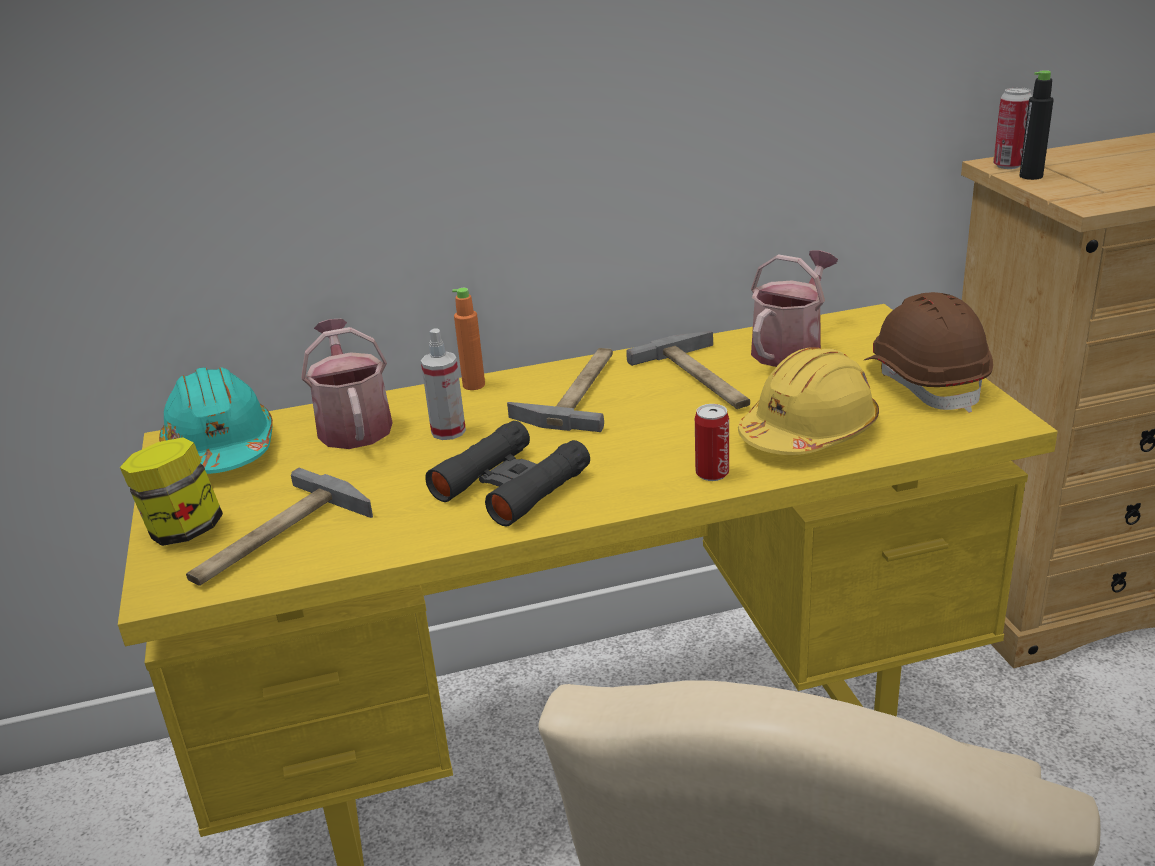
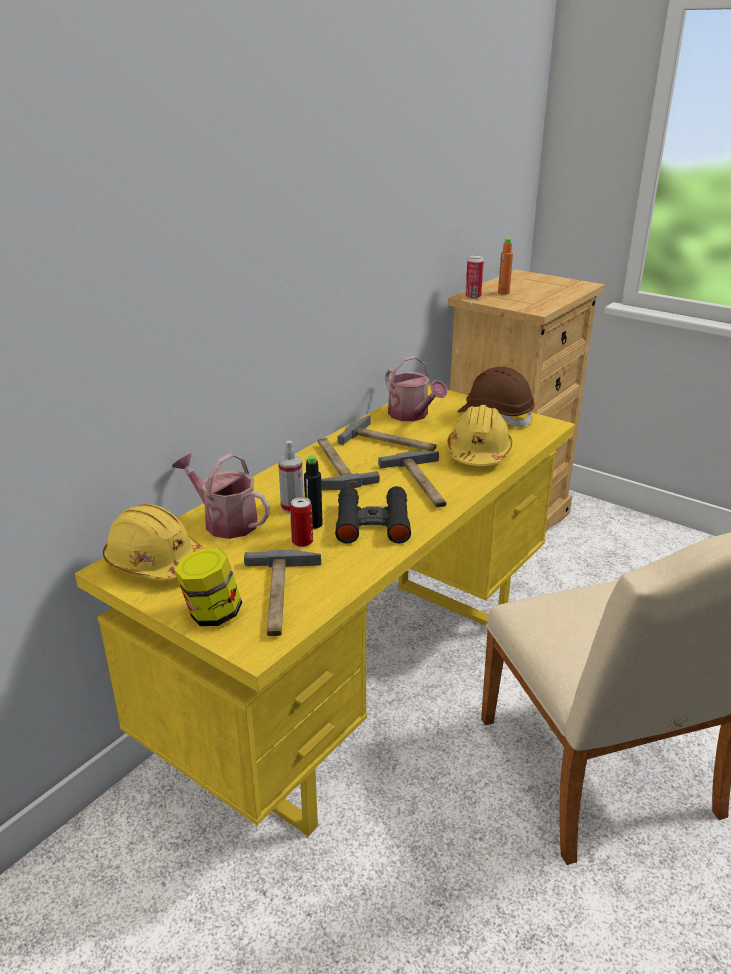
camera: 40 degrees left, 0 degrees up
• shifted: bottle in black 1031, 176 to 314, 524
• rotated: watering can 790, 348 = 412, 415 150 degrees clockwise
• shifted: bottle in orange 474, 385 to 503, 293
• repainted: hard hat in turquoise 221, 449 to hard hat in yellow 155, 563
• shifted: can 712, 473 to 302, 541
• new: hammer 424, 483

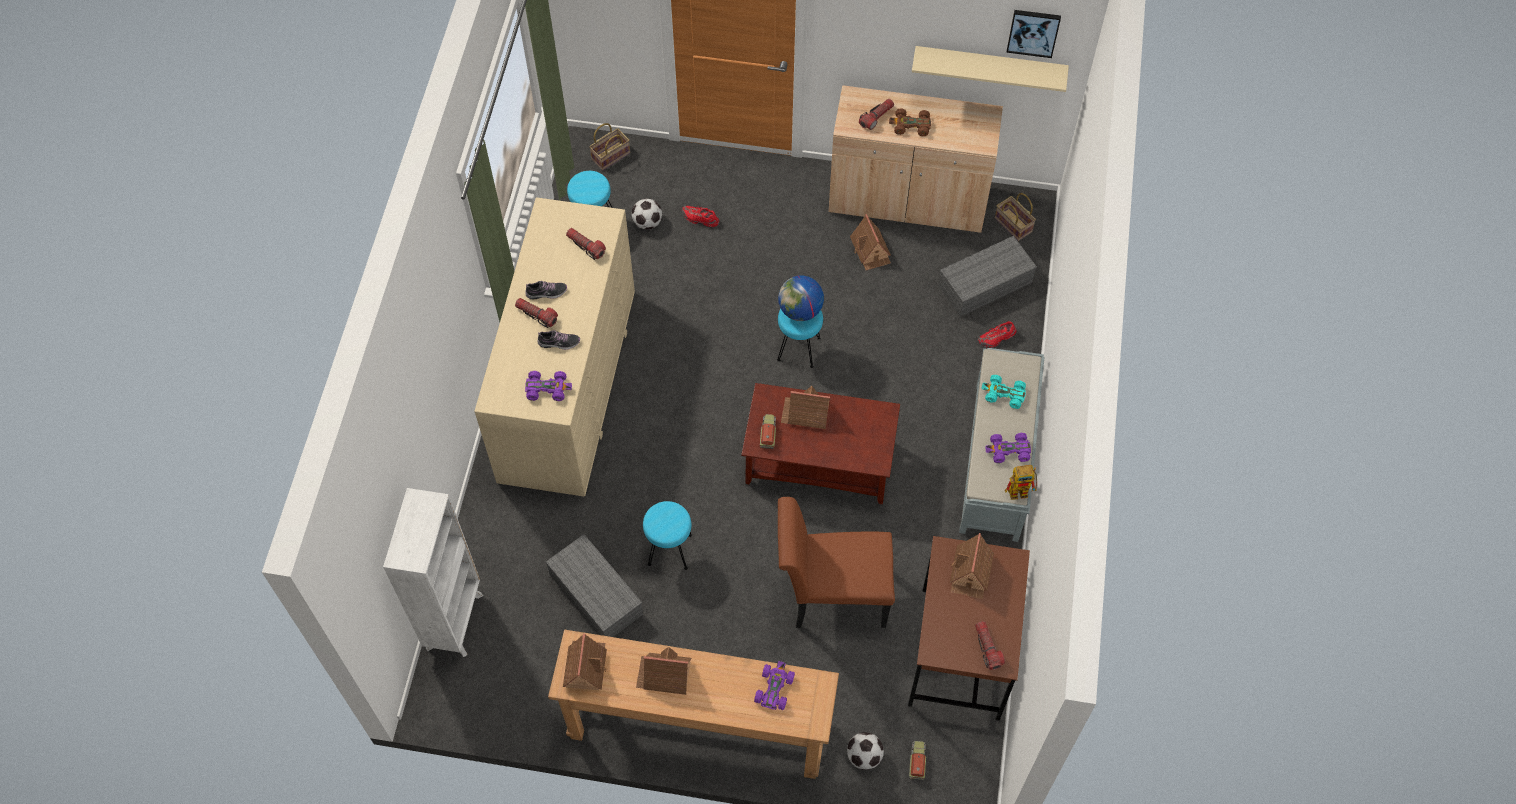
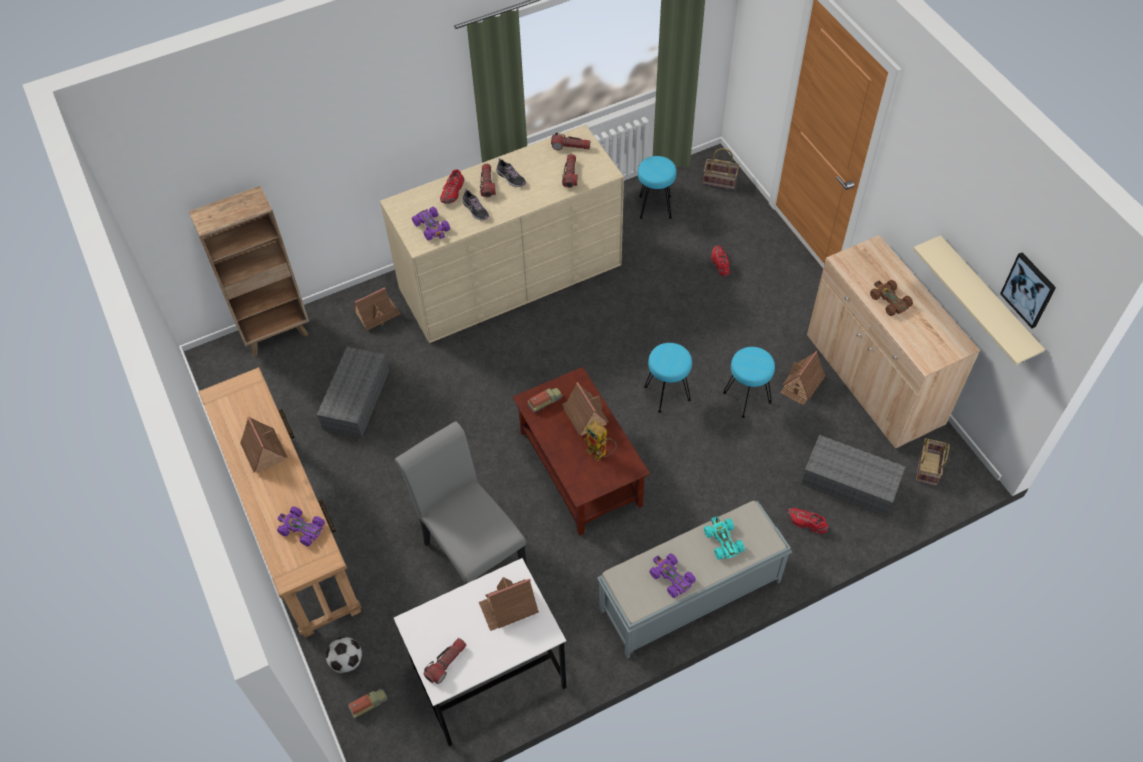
camera: 55 degrees right, 5 degrees down
• shifted: flashlight 876, 117 to 570, 146
• gone: football 647, 222
• gone: globe 800, 310
• shifted: toy robot 1022, 490 to 600, 453
• repainted: bookcase in white 455, 620 to bookcase in brown 277, 333
• repainted: chair in brown 831, 595 to chair in grey 470, 550
• shifted: stool in turquoise 669, 550 to 746, 398
• repainted: desk in brown 960, 654 to desk in white 488, 678
• shifted: toy house 585, 666 to 377, 314
• rotated: toy car in purple 774, 688 = 301, 529 135 degrees counterclockwise
• new: shoe in red 453, 192

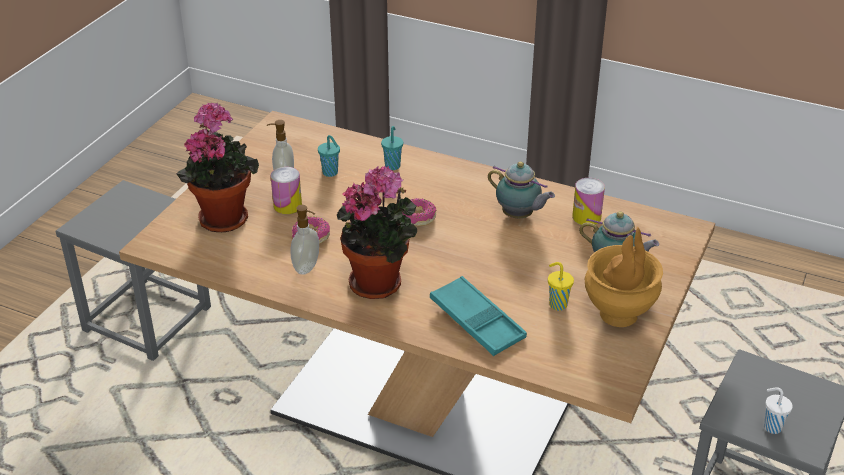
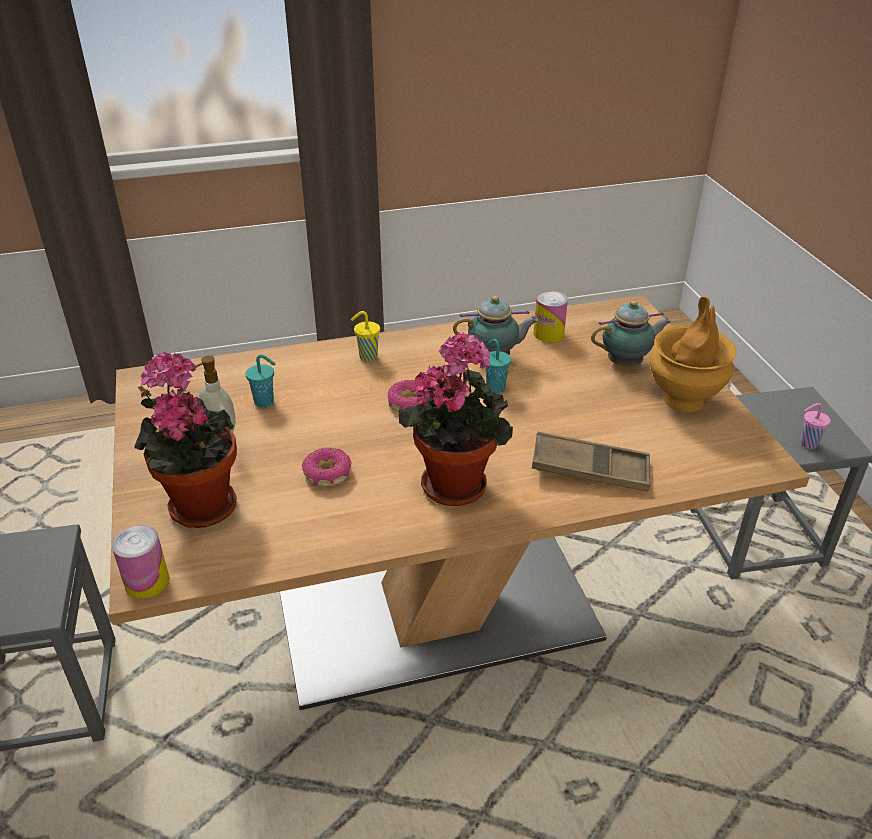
camera: 40 degrees left, 0 degrees up
• shifted: cup in turquoise 392, 165 to 495, 387
• shifted: can 287, 206 to 147, 582
• gone: soap dispenser 307, 267
• shifted: cup in yellow 557, 304 to 367, 357
• repainted: tray in turquoise 477, 321 to tray in brown 590, 469
• repainted: cup in white 771, 427 to cup in pink 807, 444

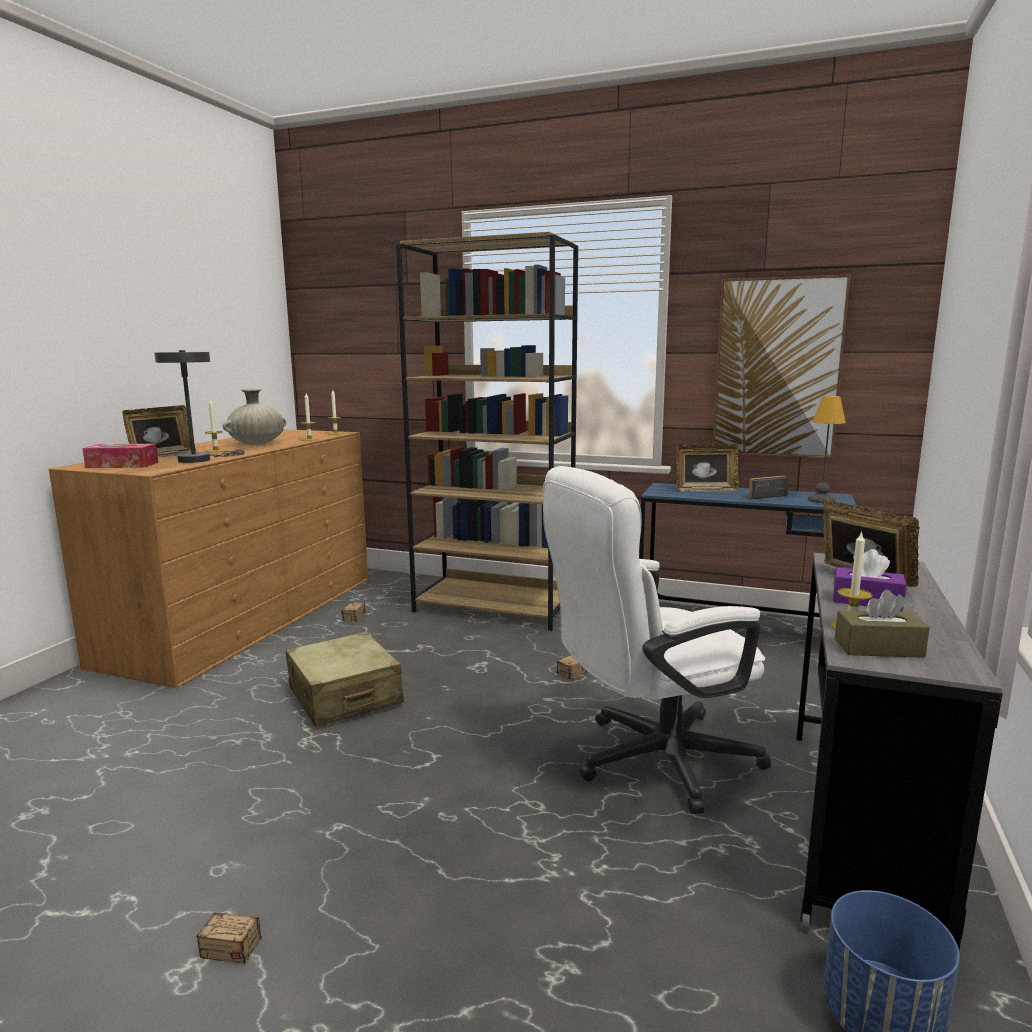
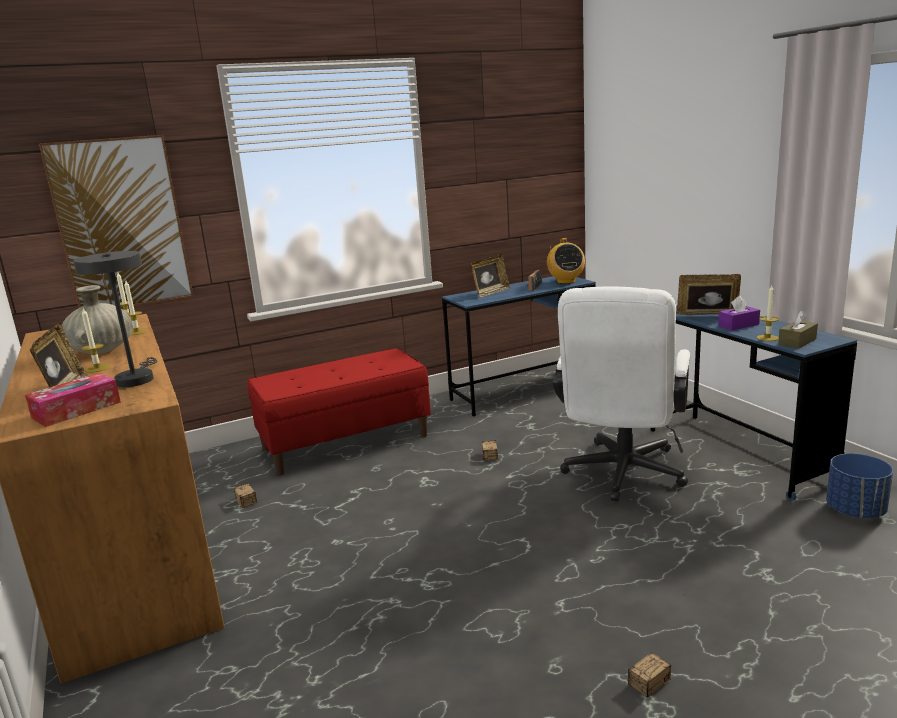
camera: 45 degrees left, 5 degrees up
• swapped: bookcase in brown 495, 608 to bench in red 345, 442
• shifted: picture 777, 368 to 121, 224
• swapped: table lamp 822, 500 to radio 565, 281
• repainted: desk in grey 858, 827 to desk in blue 737, 454
• gone: suitcase in beige 344, 696

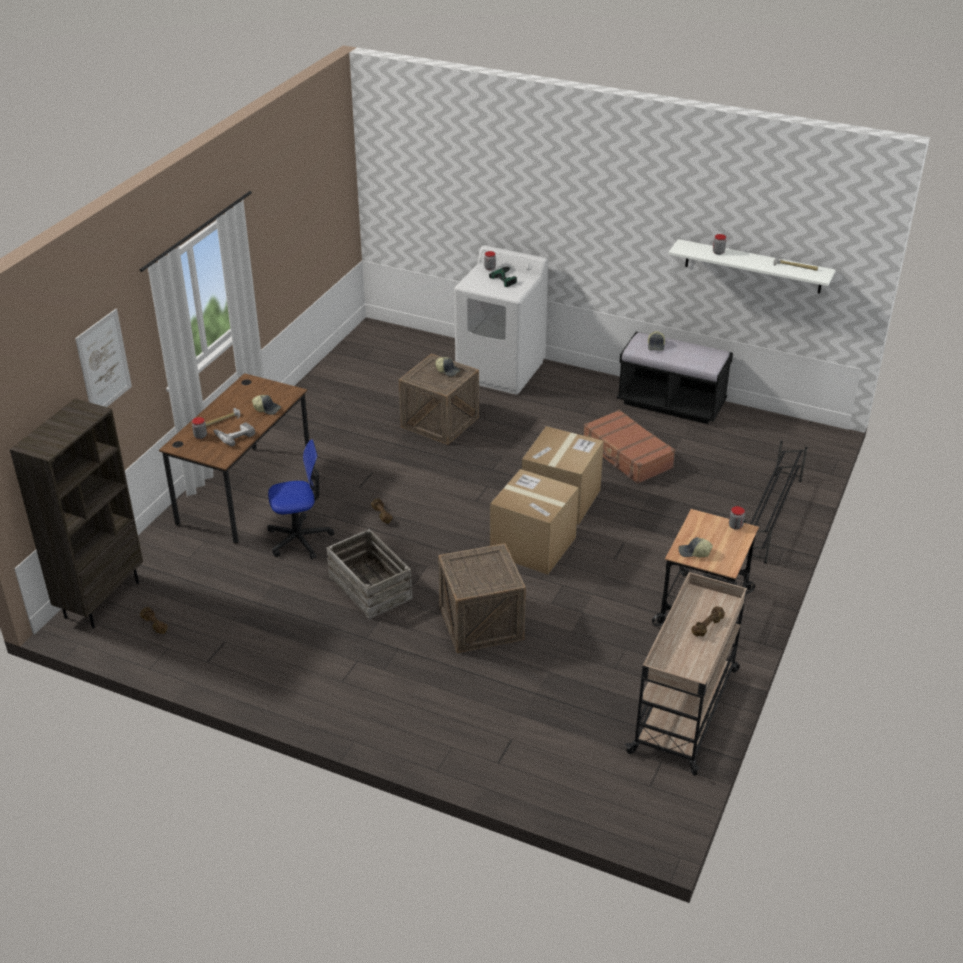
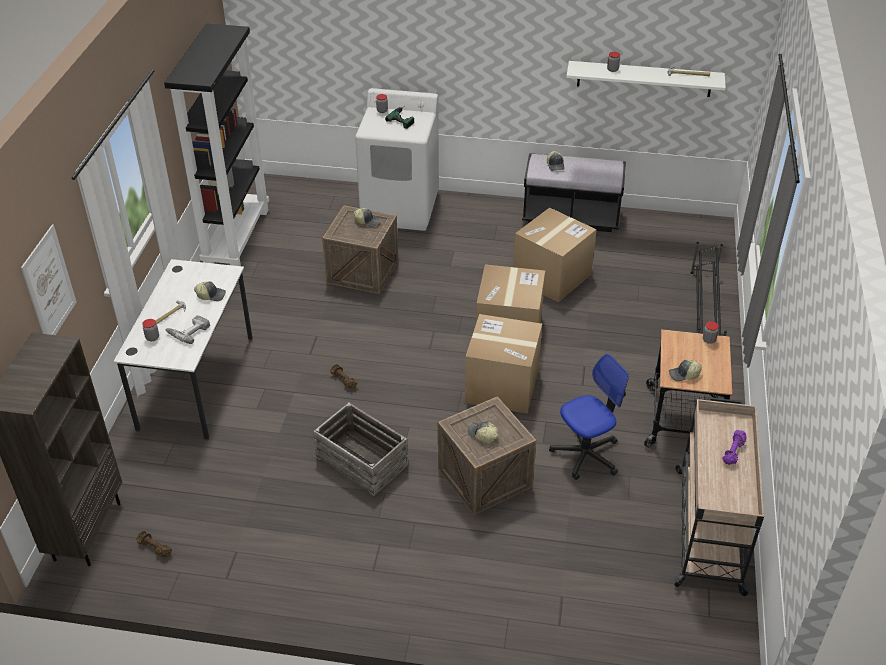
camera: 15 degrees left, 5 degrees up
• repainted: desk in brown 245, 493 to desk in white 196, 382
• swapped: suitcase in brown 627, 455 to cardboard box 552, 276
• shifted: office chair 299, 539 to 586, 454
• repainted: dumbbell in brown 708, 627 to dumbbell in purple 734, 452
• new: bookcase in black 236, 238
• new: cap 482, 435

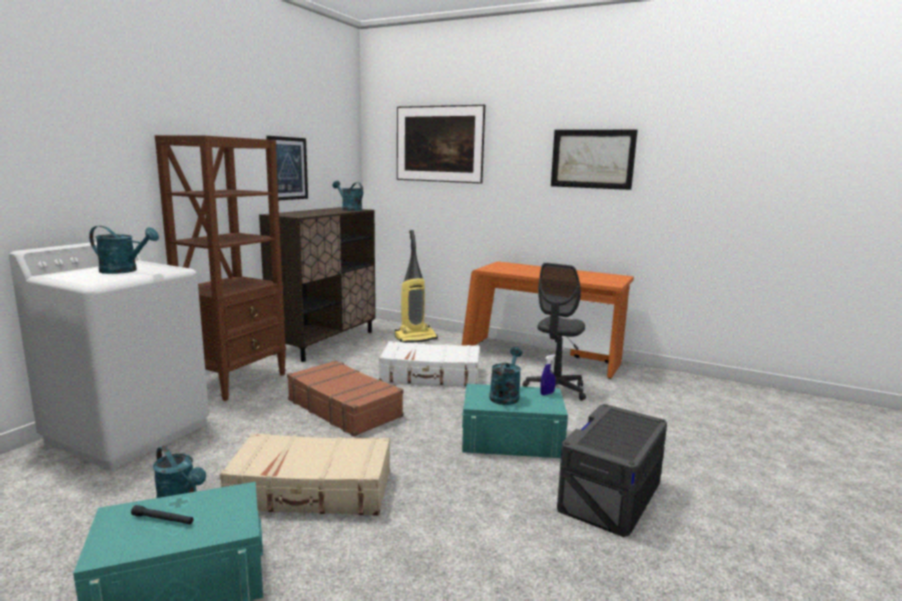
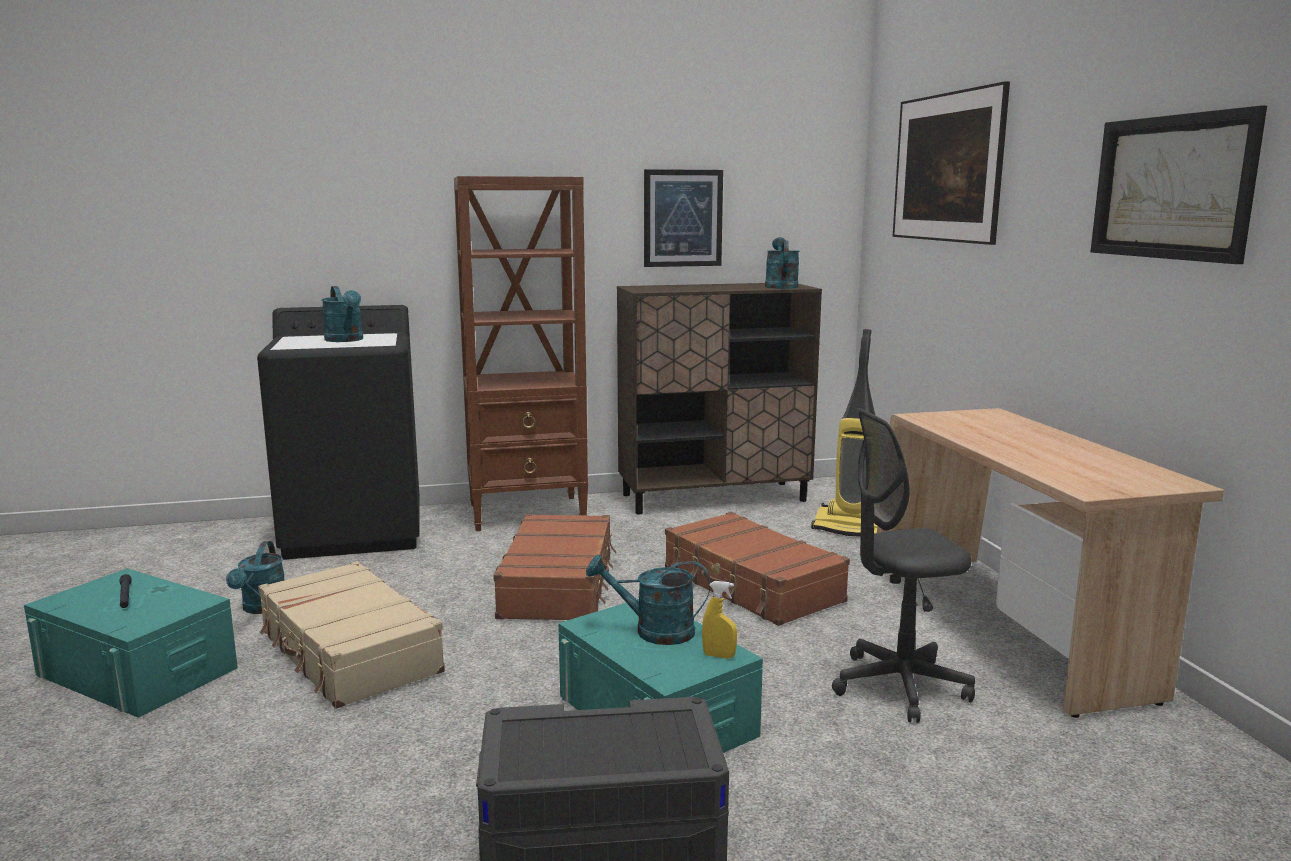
camera: 50 degrees right, 0 degrees up
• repainted: washing machine in white 129, 432 to washing machine in black 355, 531
• repainted: desk in orange 541, 358 to desk in beige 1007, 628
• repainted: suitcase in white 430, 375 to suitcase in brown 751, 586
• rotated: watering can in turquoise 505, 395 = 653, 631 150 degrees counterclockwise
• repainted: spray bottle in blue 547, 393 to spray bottle in yellow 719, 656

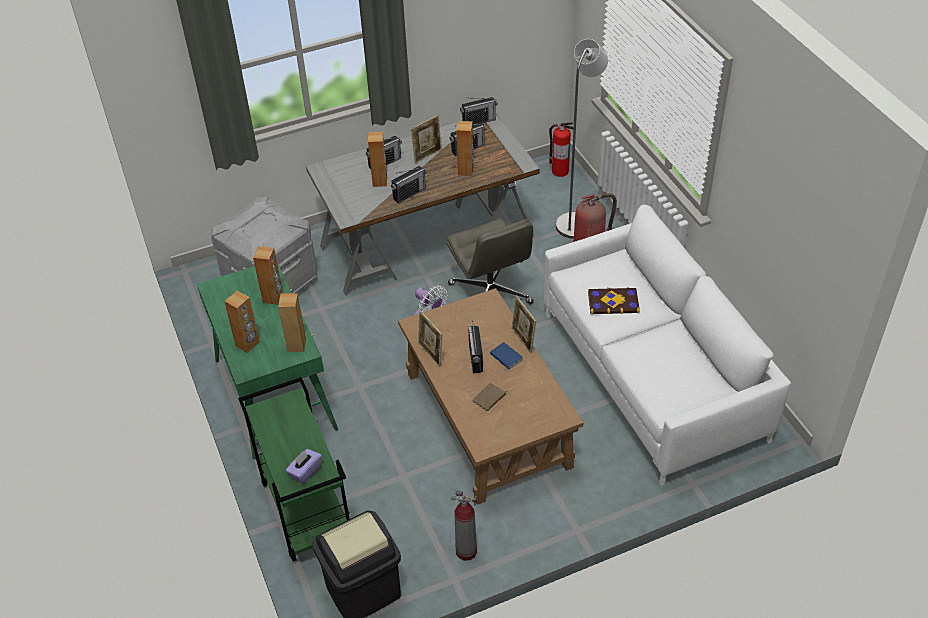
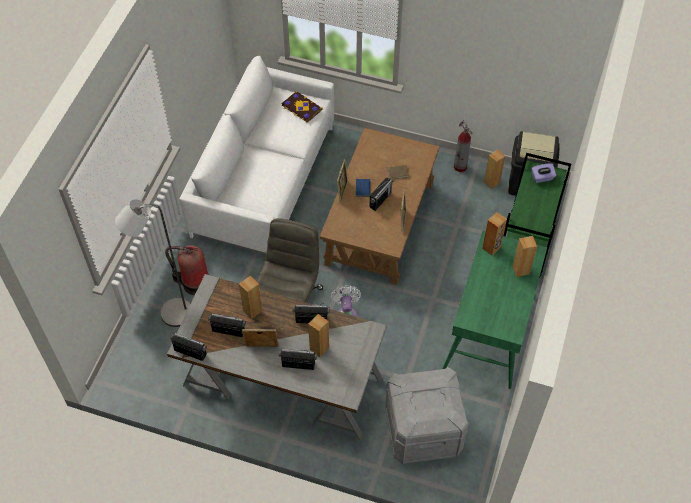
camera: 140 degrees left, 10 degrees up
• gone: fire extinguisher 559, 171
• shifted: speaker in brown 273, 297 to 491, 182
• shifted: book 613, 302 to 301, 108

